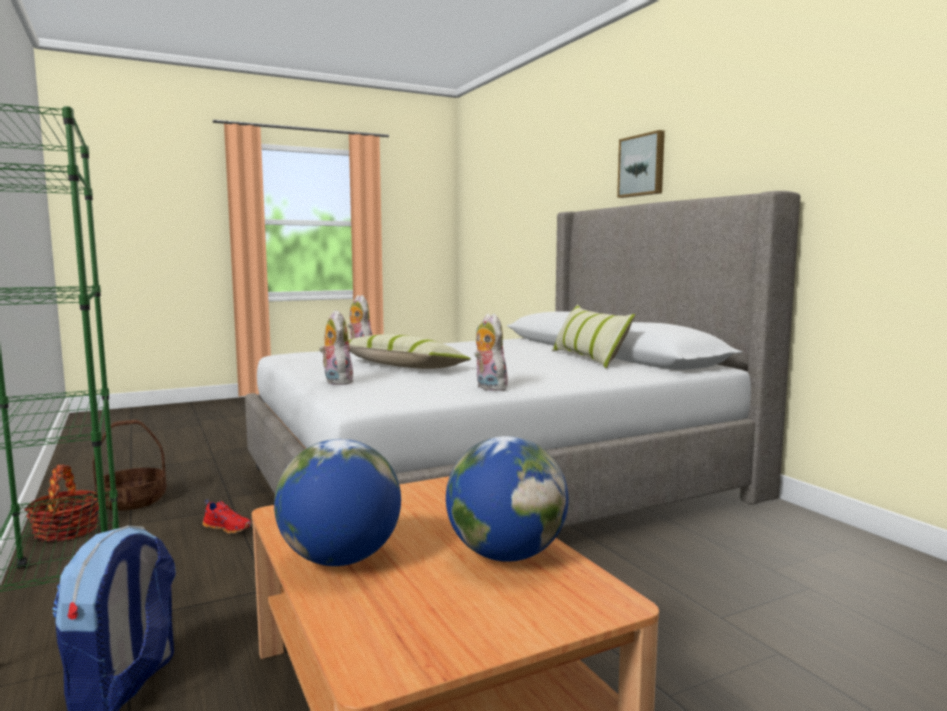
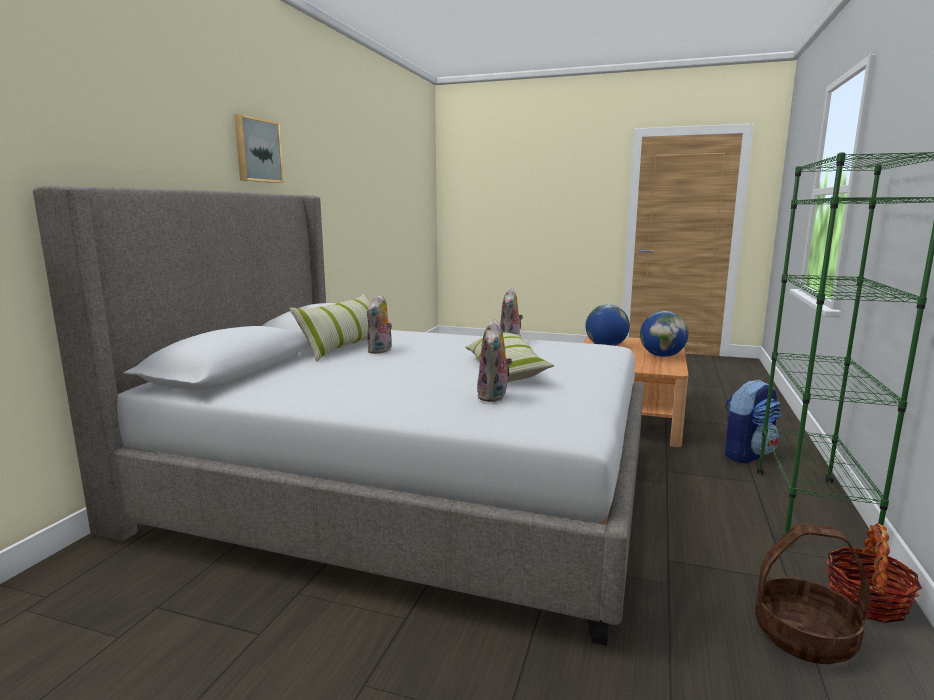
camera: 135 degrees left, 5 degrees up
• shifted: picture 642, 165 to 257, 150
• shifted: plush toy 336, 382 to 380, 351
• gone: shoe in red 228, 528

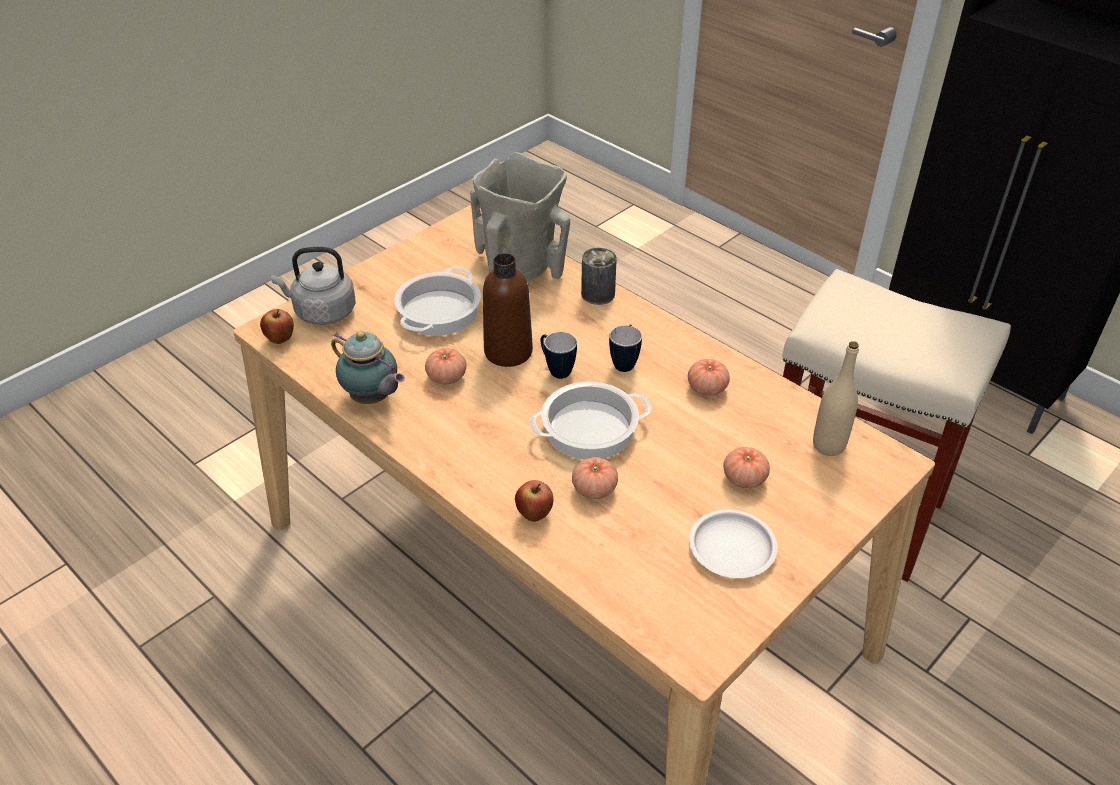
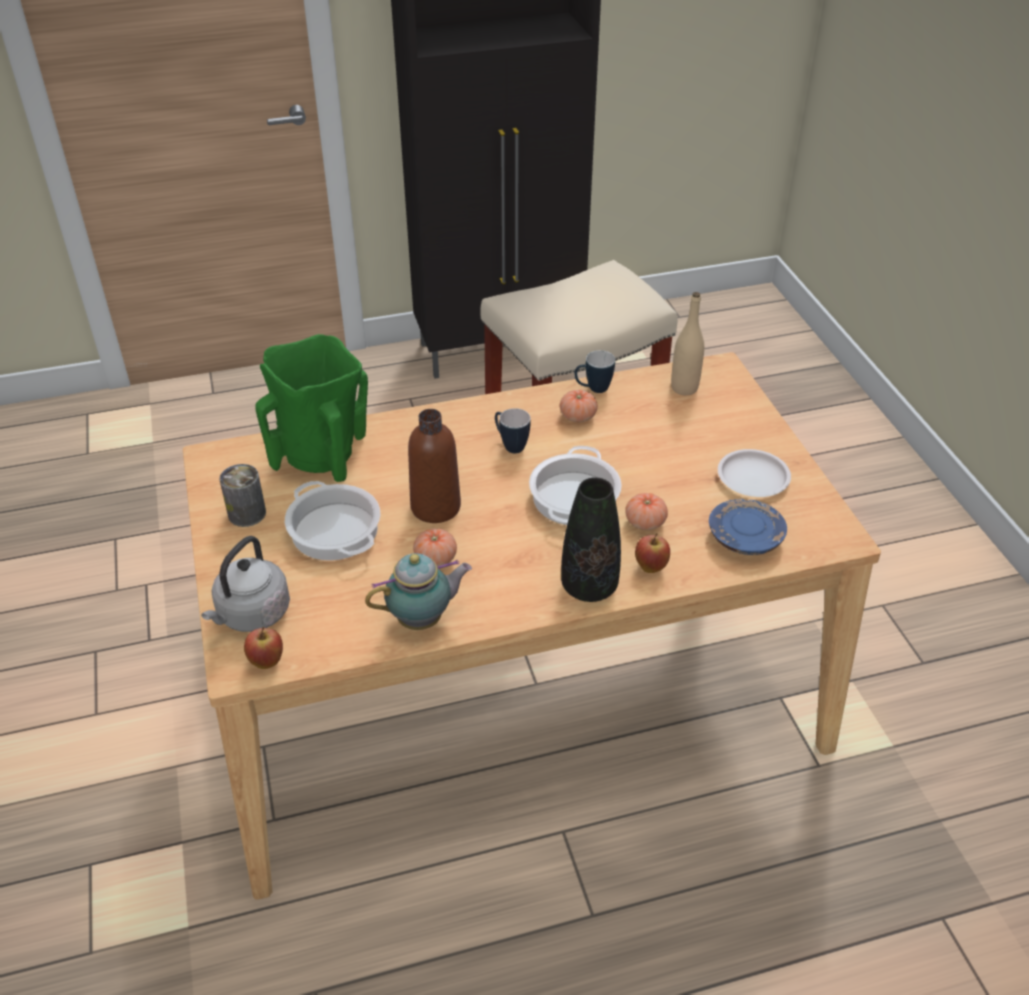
camera: 60 degrees left, 0 degrees up
• repainted: vase in beige 521, 268 to vase in green 323, 454
• shifted: can 598, 294 to 247, 513
• shifted: mug 556, 370 to 593, 389
• gone: tomato 744, 478
• new: vase in black 589, 587
• new: plate in blue 744, 537

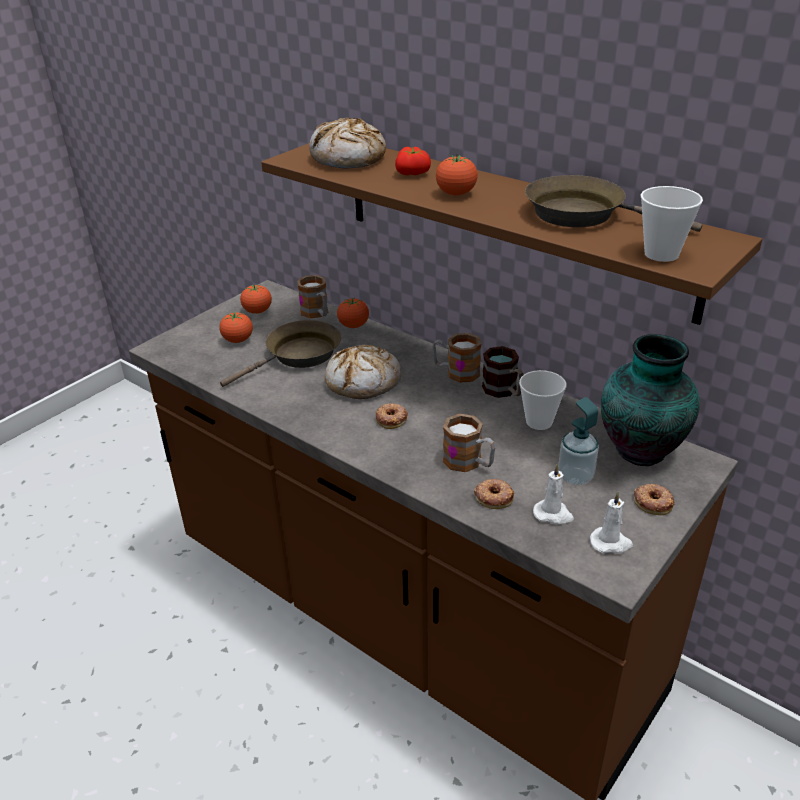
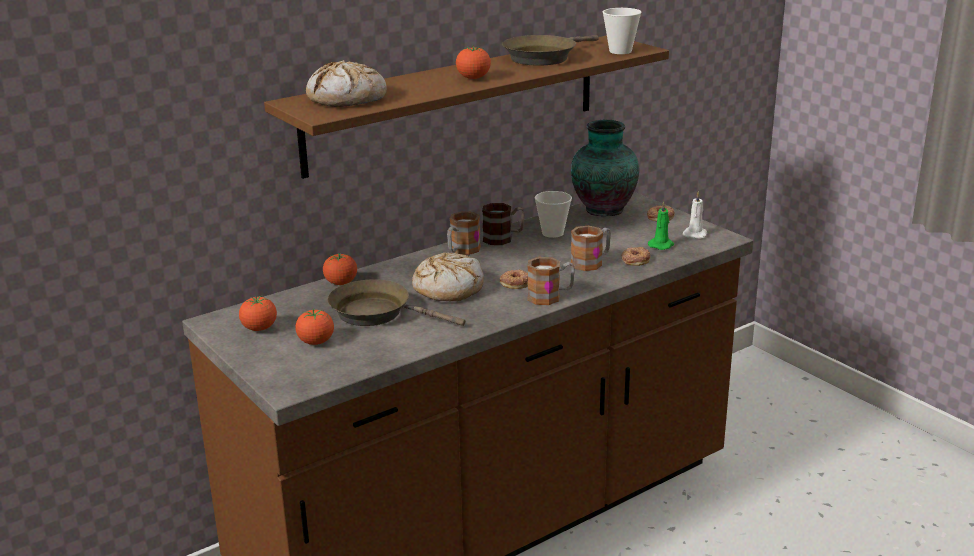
camera: 75 degrees left, 10 degrees down
• gone: tomato 413, 173
• shifted: mug 317, 313 to 550, 296
• rotated: frying pan in brown 298, 356 = 377, 313 45 degrees counterclockwise
• gone: soap dispenser 575, 477
• repainted: candle in white 553, 514 to candle in green 661, 245

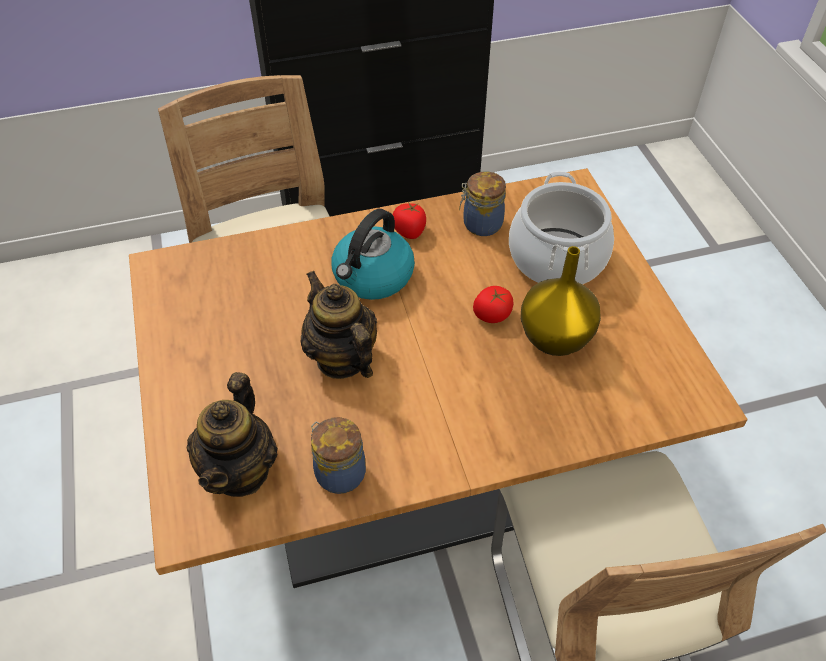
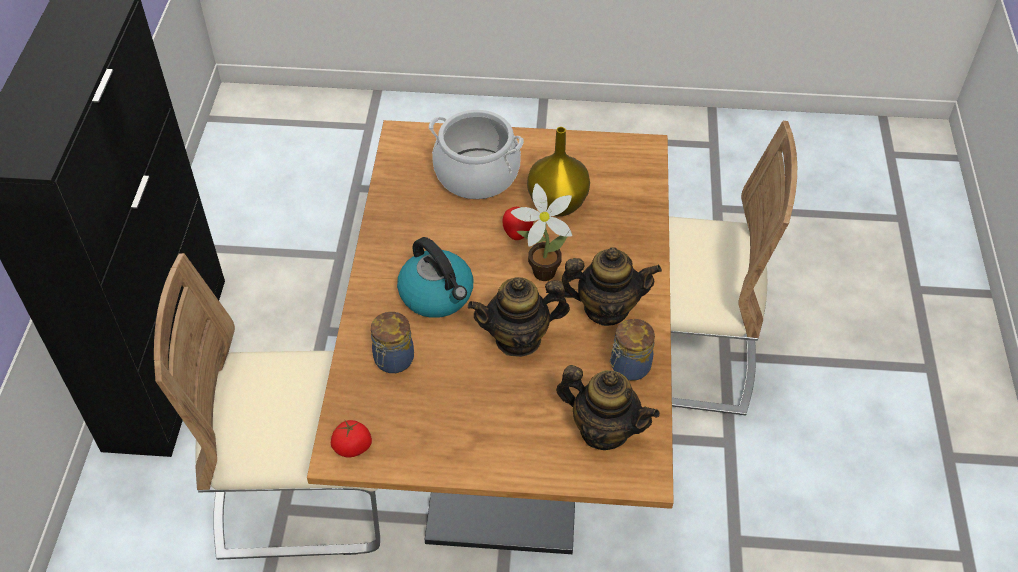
camera: 70 degrees left, 0 degrees up
• shifted: jar 480, 224 to 393, 361
• shifted: tomato 409, 231 to 353, 447
• new: potted plant 540, 271
• new: teapot 606, 308

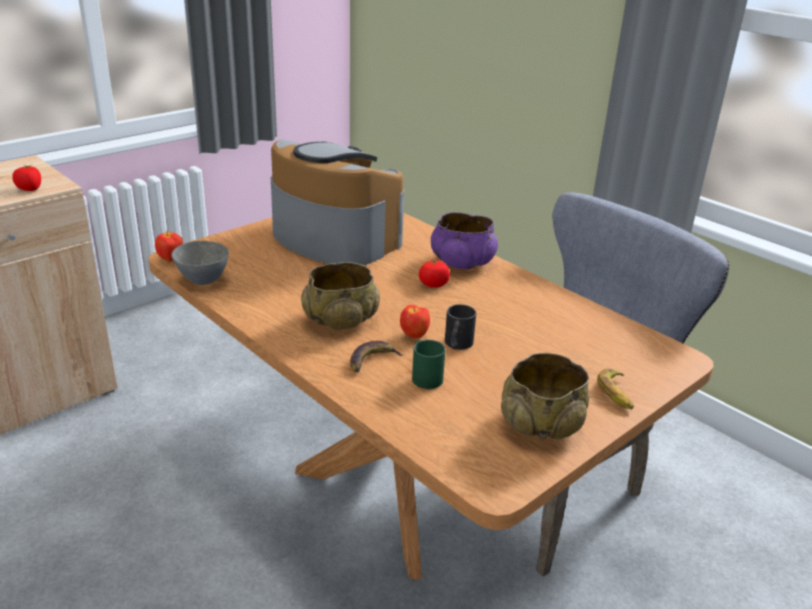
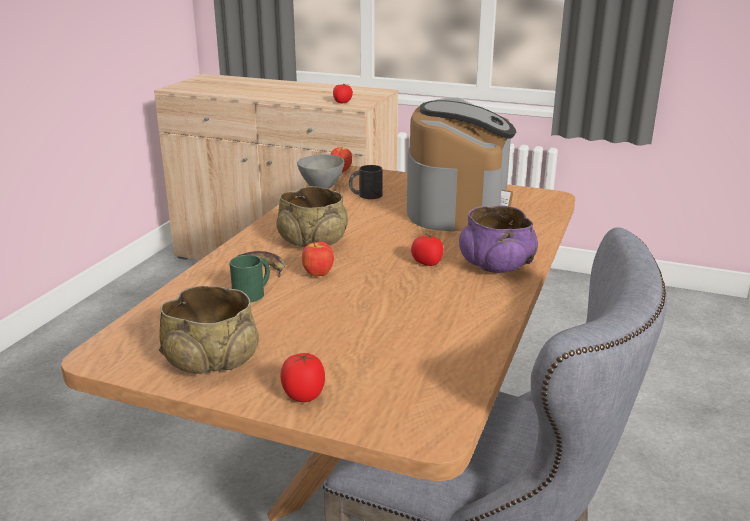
camera: 65 degrees right, 5 degrees down
• shifted: mug in black 457, 344 to 365, 195
• swapped: banana 616, 394 to tomato 303, 396

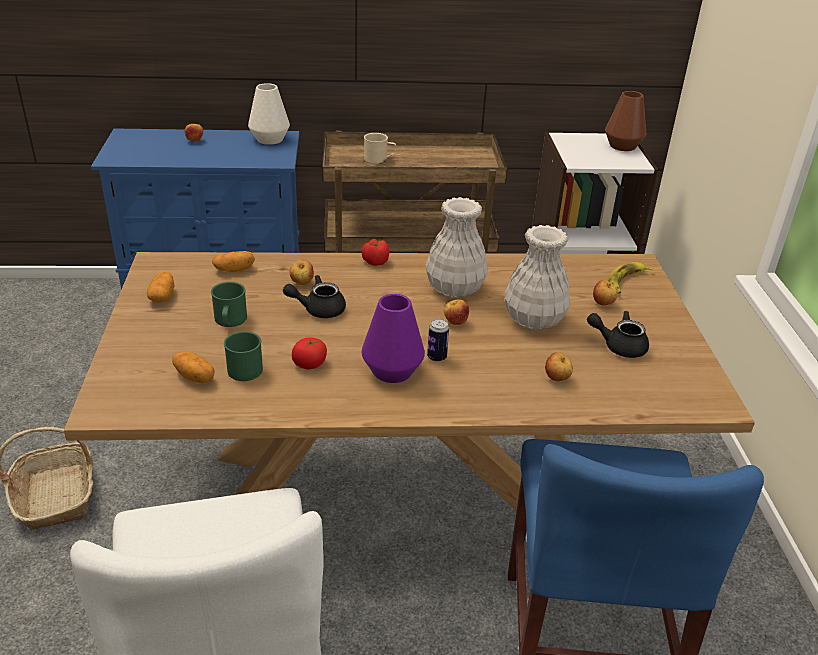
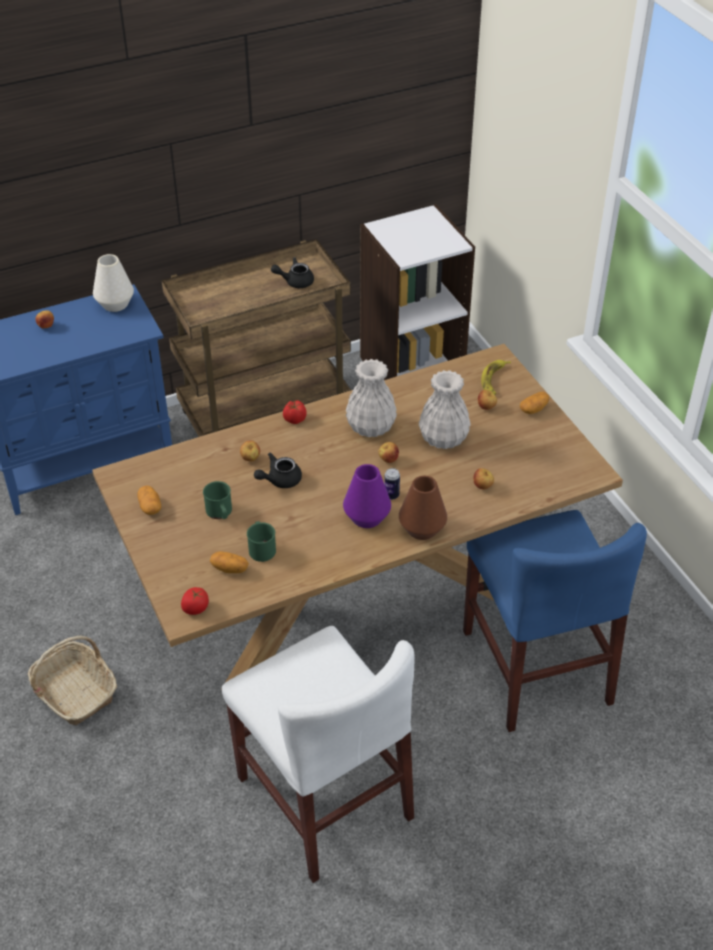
camera: 20 degrees left, 10 degrees up
• shifted: vase in brown 622, 146 to 422, 529
• gone: mug in beige 379, 159
• shifted: potato 234, 269 to 534, 409
• shifted: teapot in black 618, 346 to 295, 281
• shifted: tomato 309, 364 to 195, 608

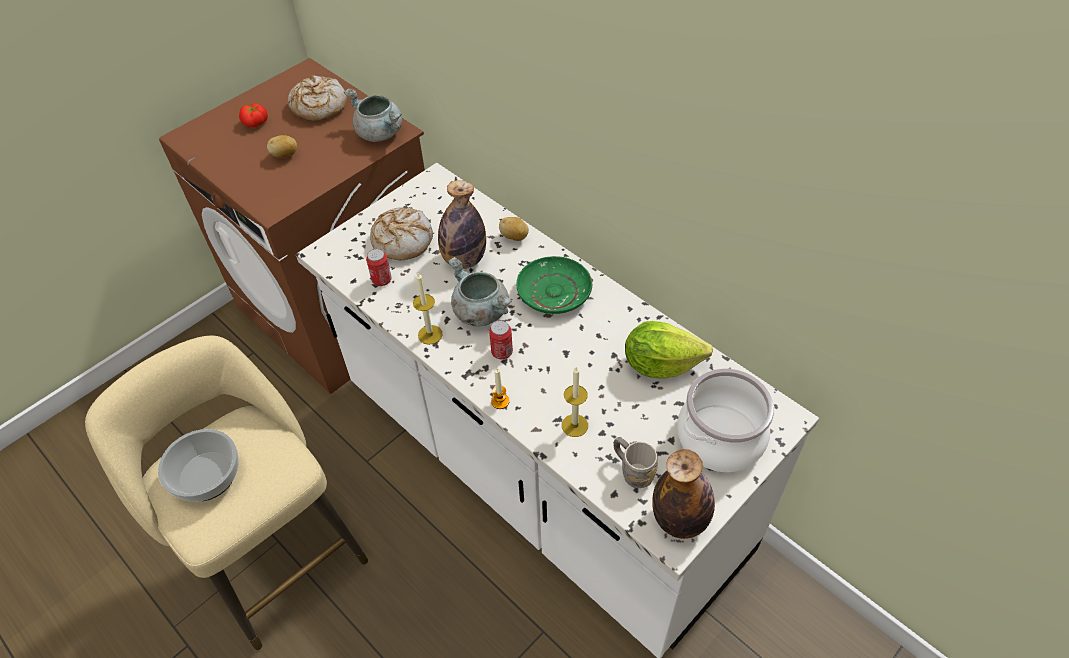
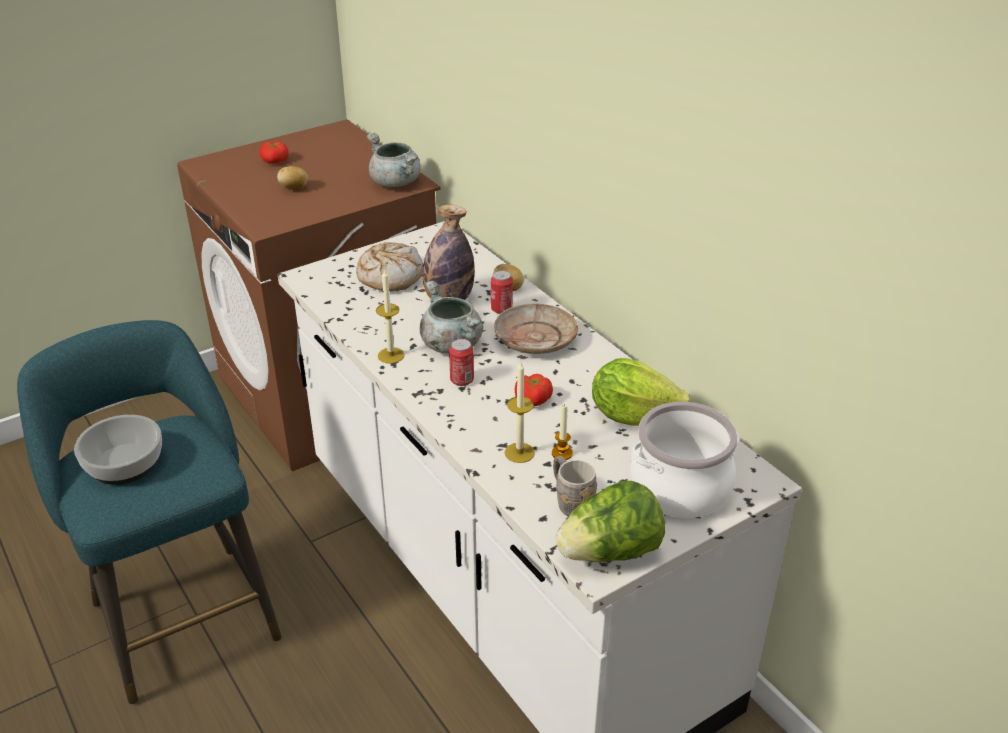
camera: 10 degrees right, 15 degrees down
• gone: bread 318, 106
• shifted: can 382, 280 to 501, 309
• repainted: plate in green 553, 292 to plate in beige 535, 339
• repainted: stool in beige 275, 554 to stool in turquoise 182, 613
• shifted: candle 500, 401 to 562, 453
• swapped: bottle 679, 520 to lettuce 610, 552
• new: tomato 533, 400

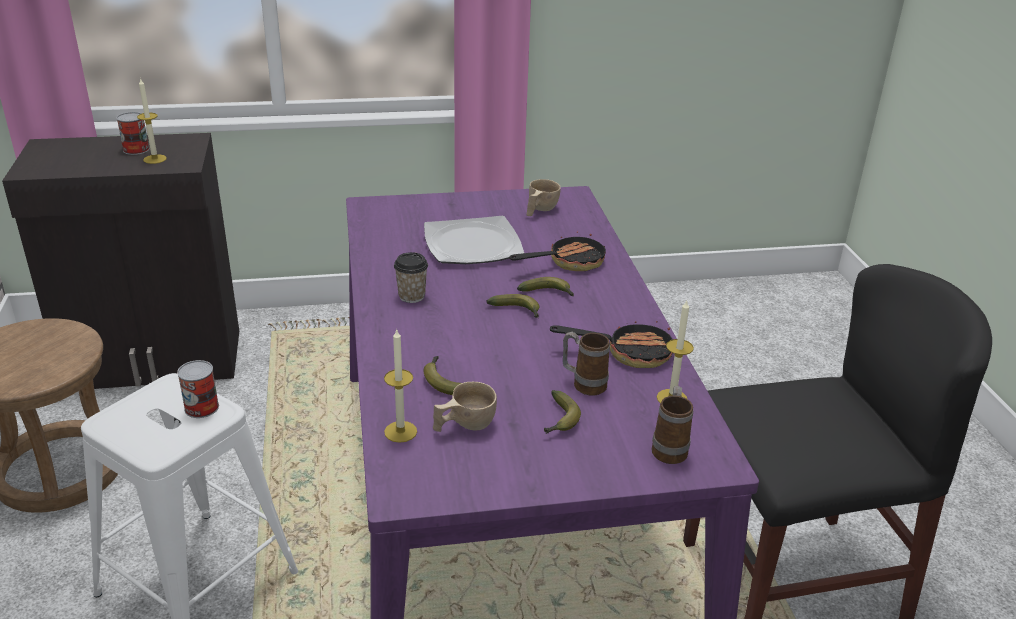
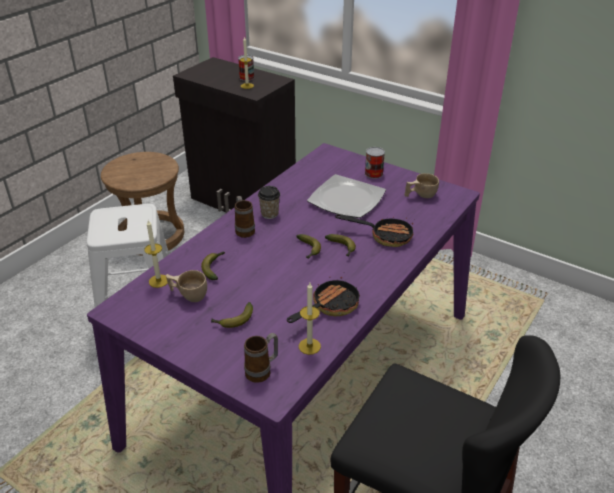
camera: 45 degrees right, 5 degrees up
• rotated: frying pan 628, 352 = 330, 306 90 degrees counterclockwise
• shifted: mug 583, 384 to 244, 230
• shifted: can 201, 407 to 373, 173

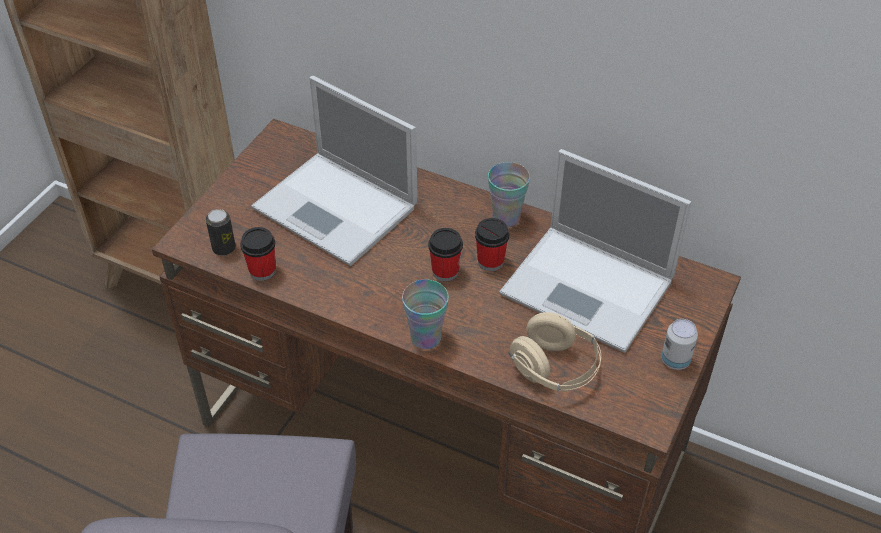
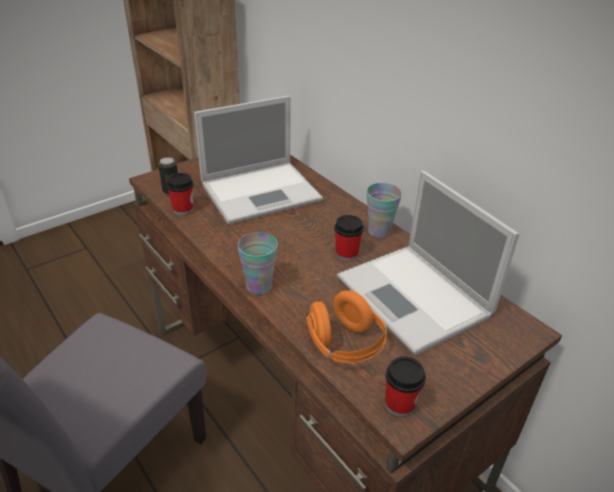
camera: 25 degrees right, 10 degrees down
• rotated: laptop 338, 209 = 262, 191 90 degrees counterclockwise
• shifted: cup 445, 271 to 399, 405
• repainted: headphones in beige 555, 369 to headphones in orange 344, 345
• gone: can 675, 360

